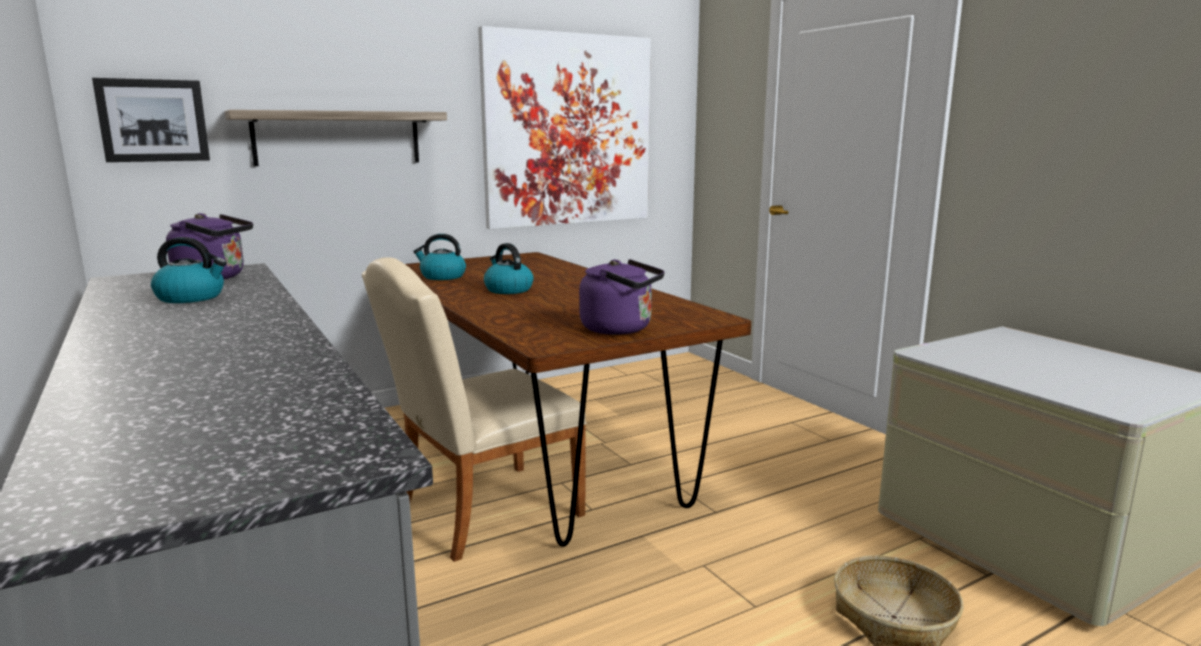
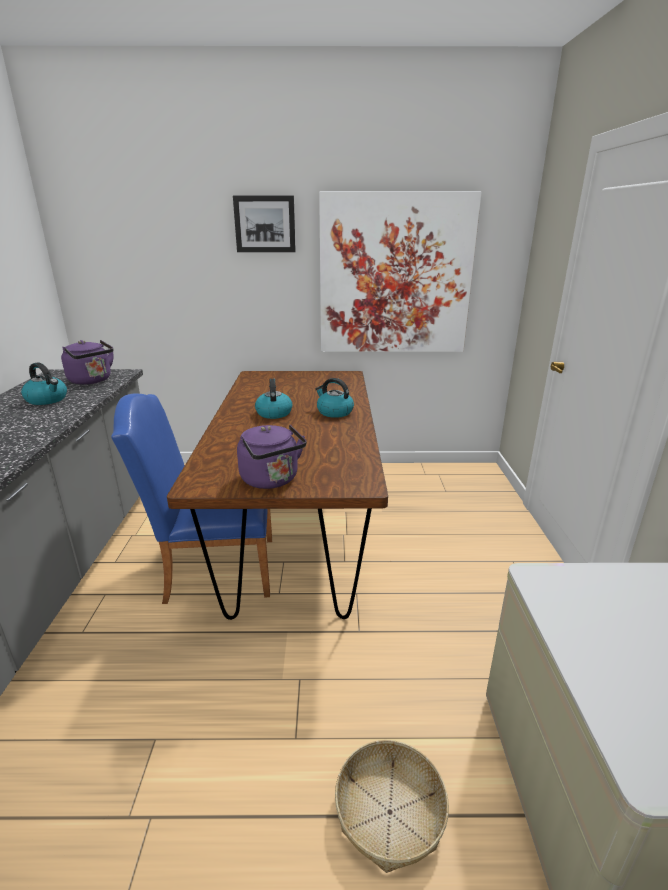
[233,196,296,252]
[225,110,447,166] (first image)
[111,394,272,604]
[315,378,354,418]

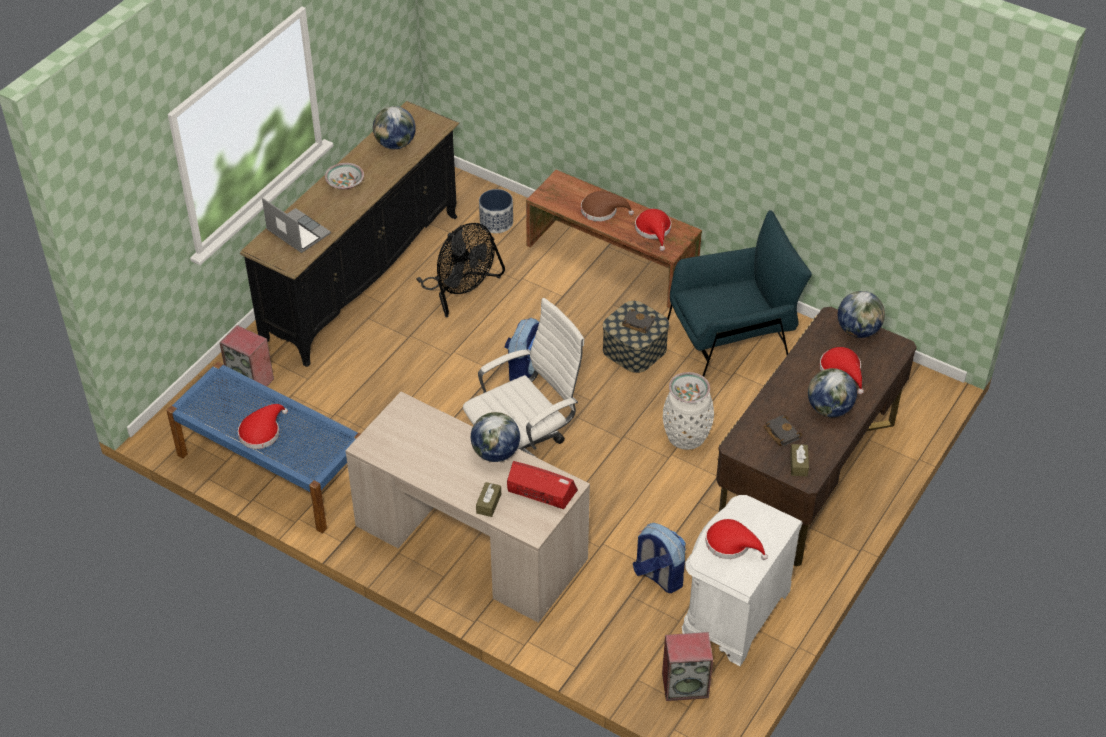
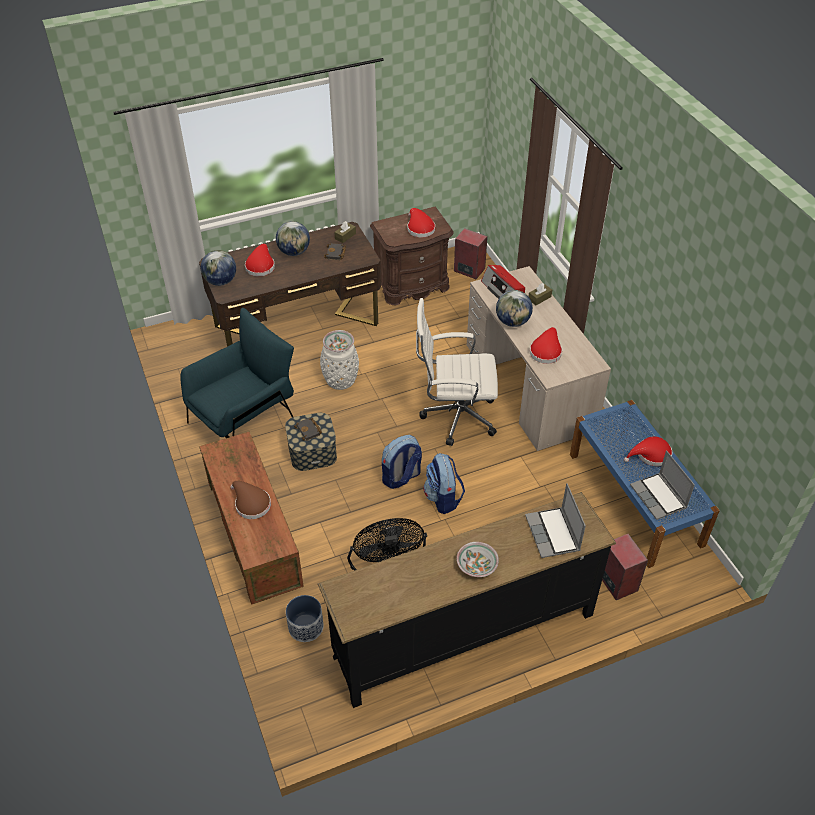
[373,106,416,149] (first image)
[424,453,465,514]
[530,327,562,364]
[180,308,294,438]
[370,207,454,306]
[630,450,695,520]

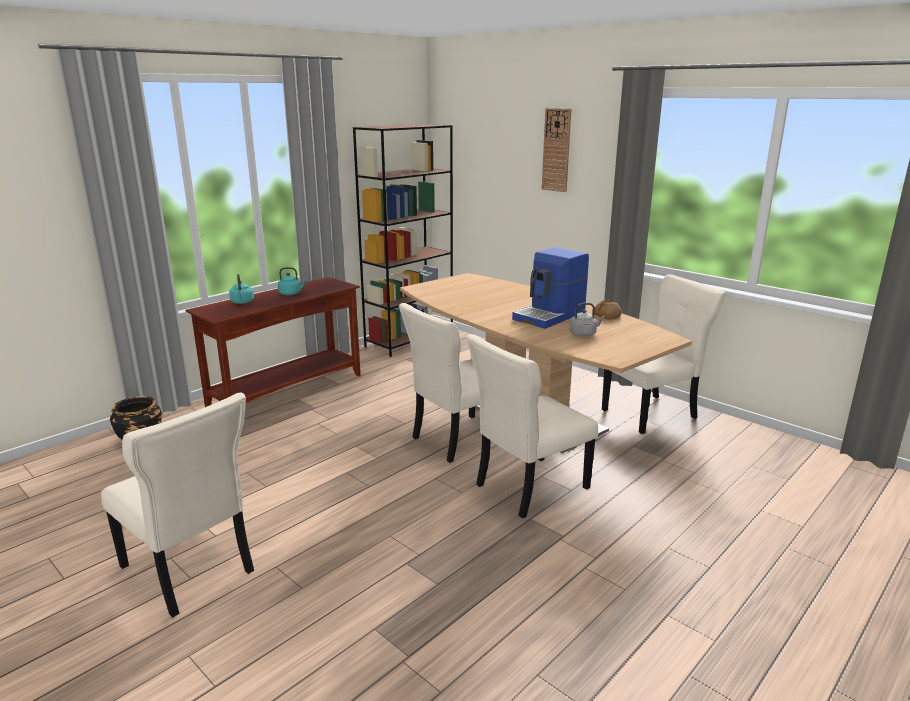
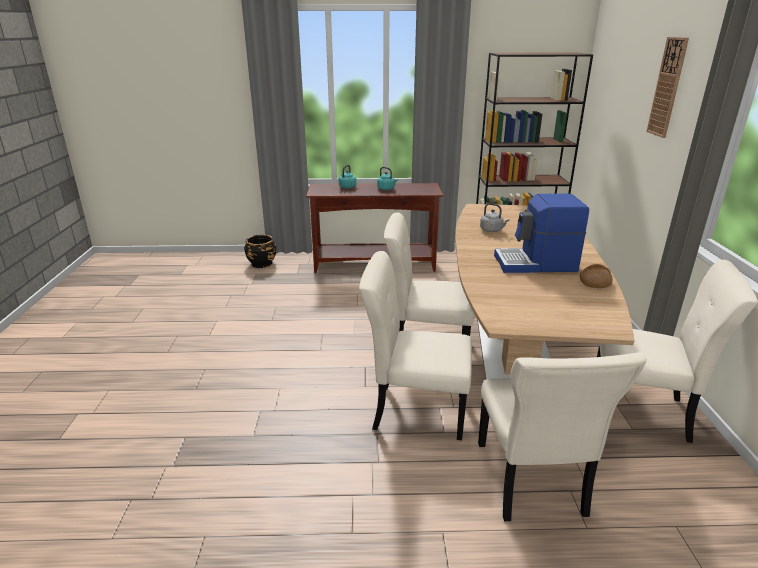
[478,353,647,521]
[480,203,509,232]

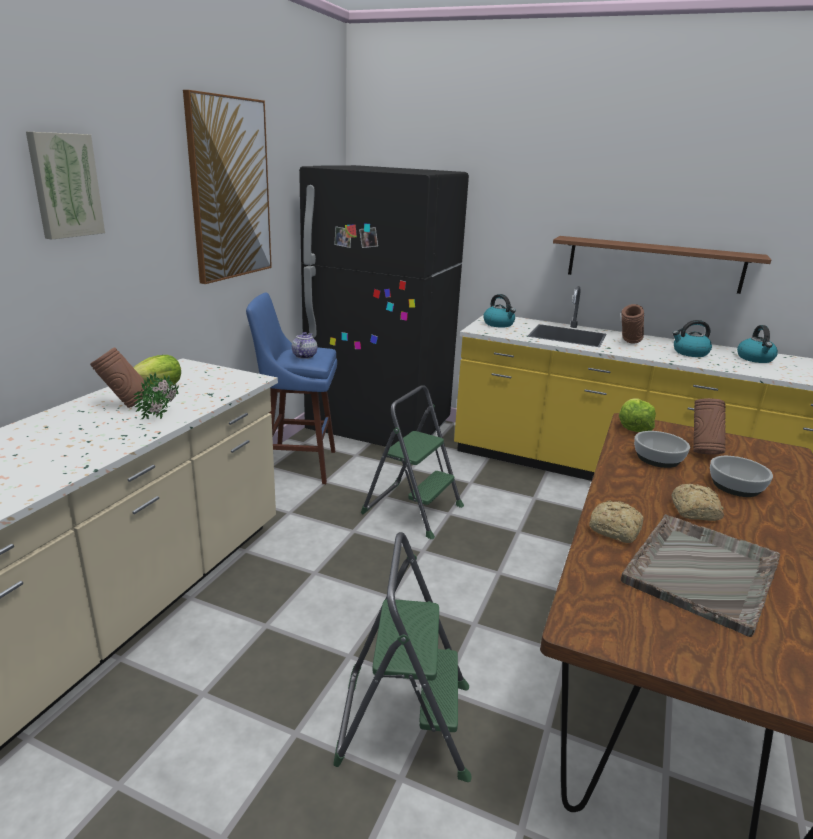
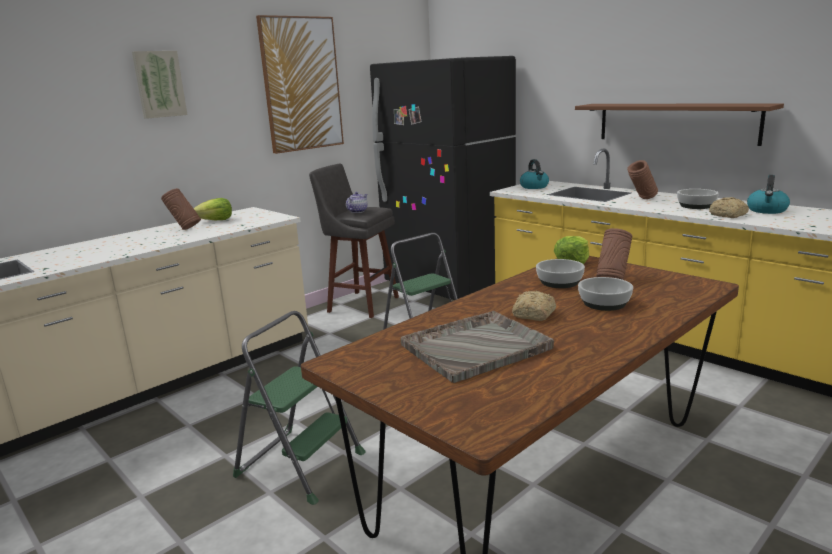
[134,373,179,420] (first image)
[309,164,399,318]
[709,197,749,218]
[677,189,719,209]

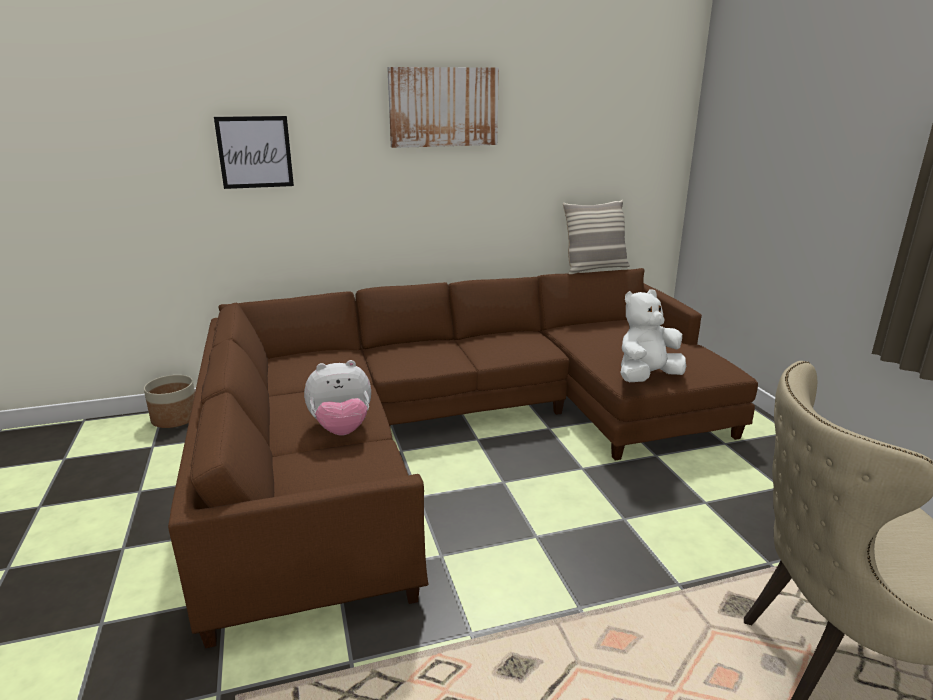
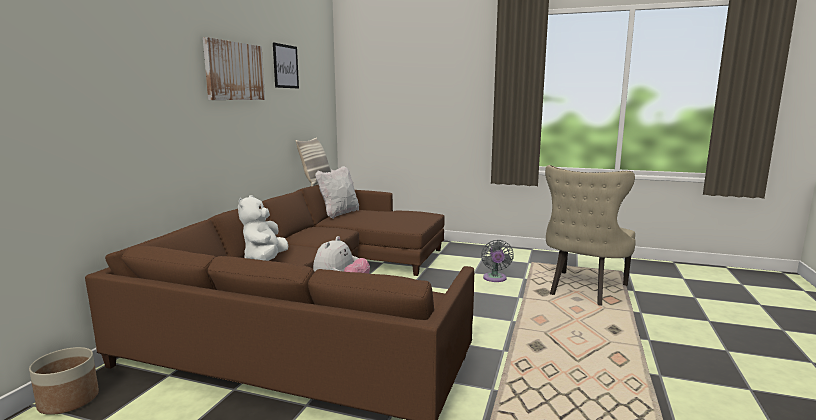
[273,43,299,88]
[238,195,289,261]
[315,166,359,219]
[481,240,514,282]

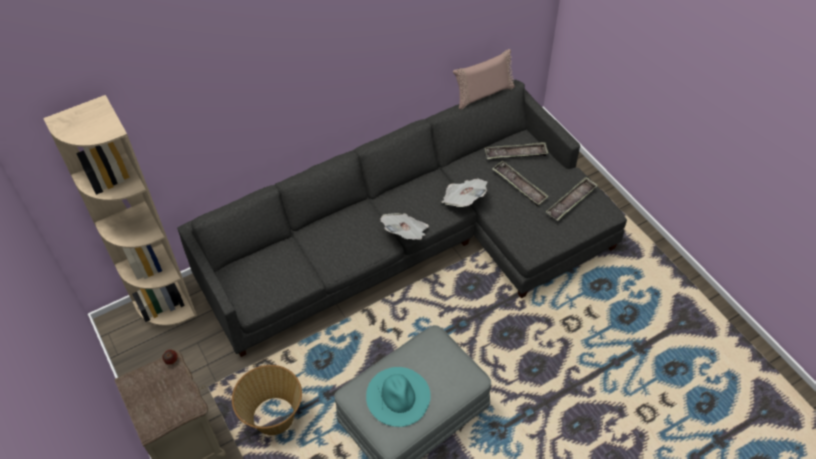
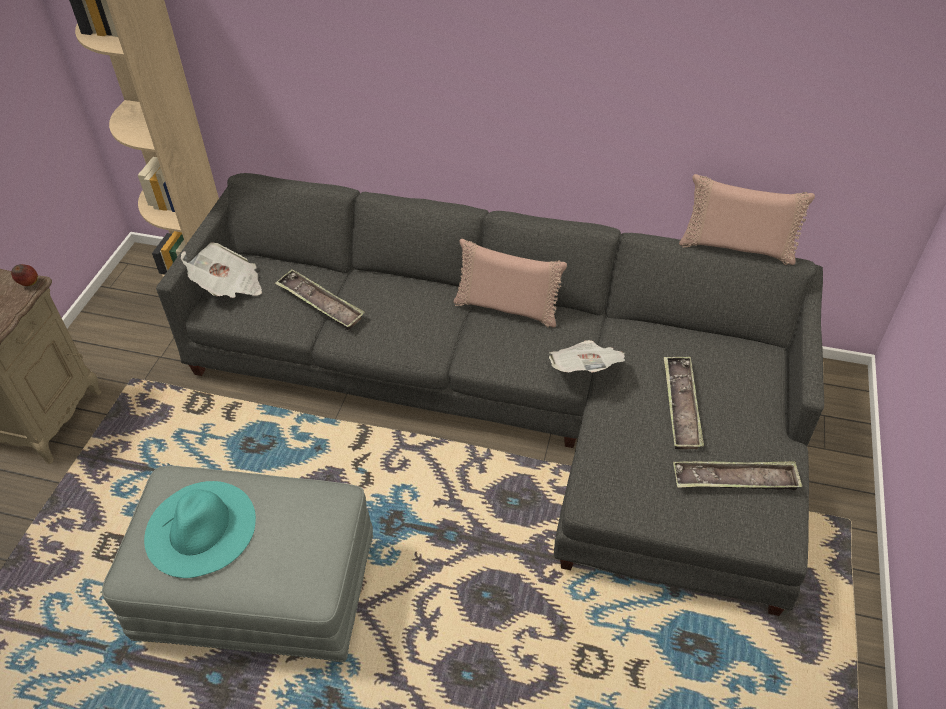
[232,365,302,435] (first image)
[181,243,262,298]
[275,269,365,330]
[454,239,567,327]

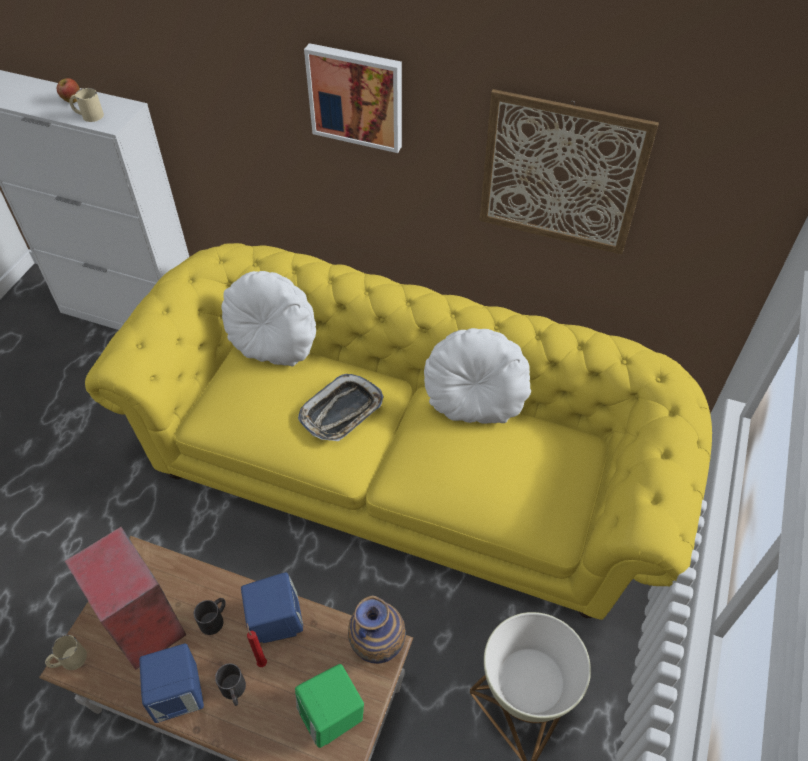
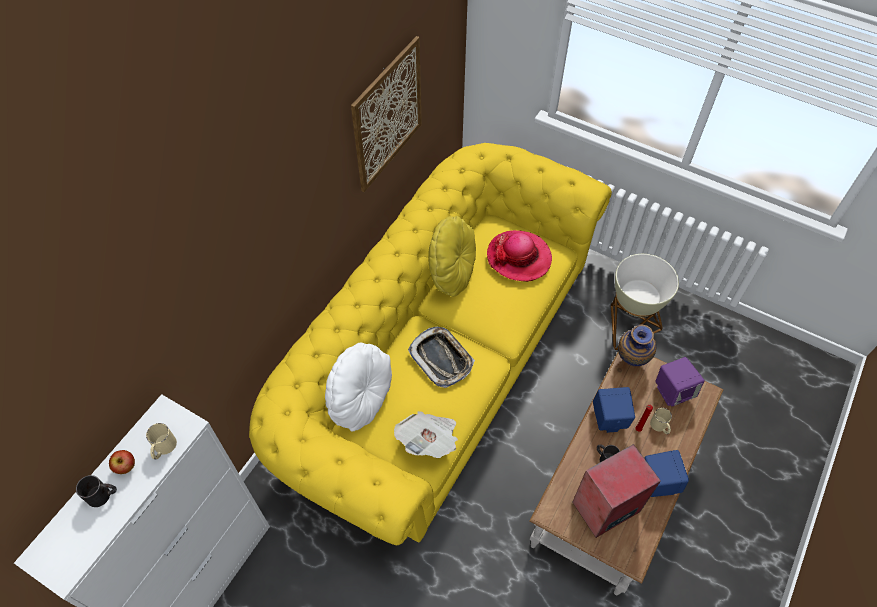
[650,408,672,434]
[76,475,117,507]
[656,357,704,406]
[304,43,402,153] (first image)
[429,216,476,297]
[394,411,458,458]
[487,230,552,282]

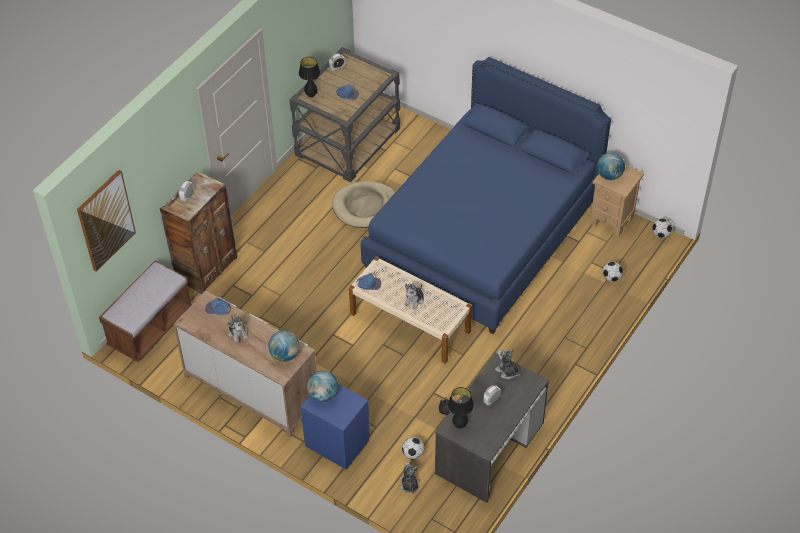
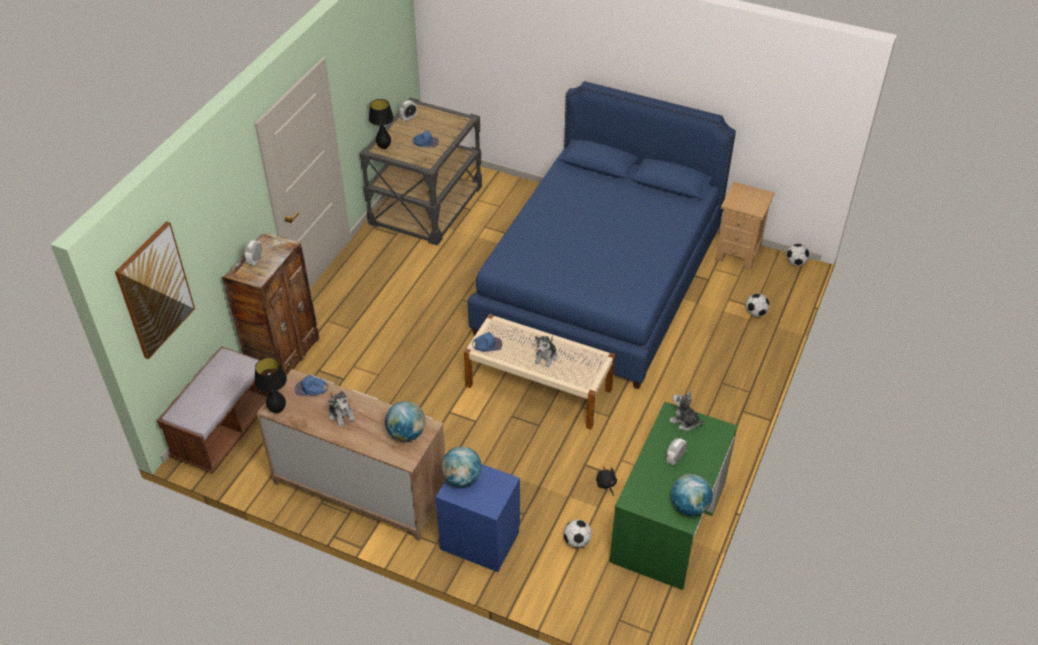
[332,181,395,228] (first image)
[400,462,419,494] (first image)
[610,401,737,590]
[255,357,287,413]
[671,474,713,516]

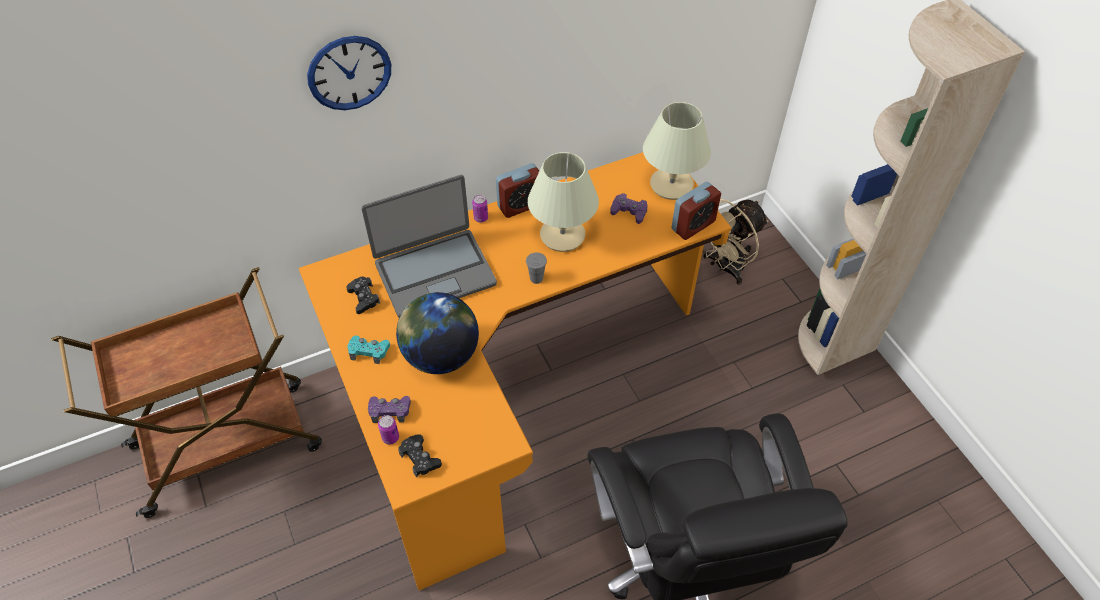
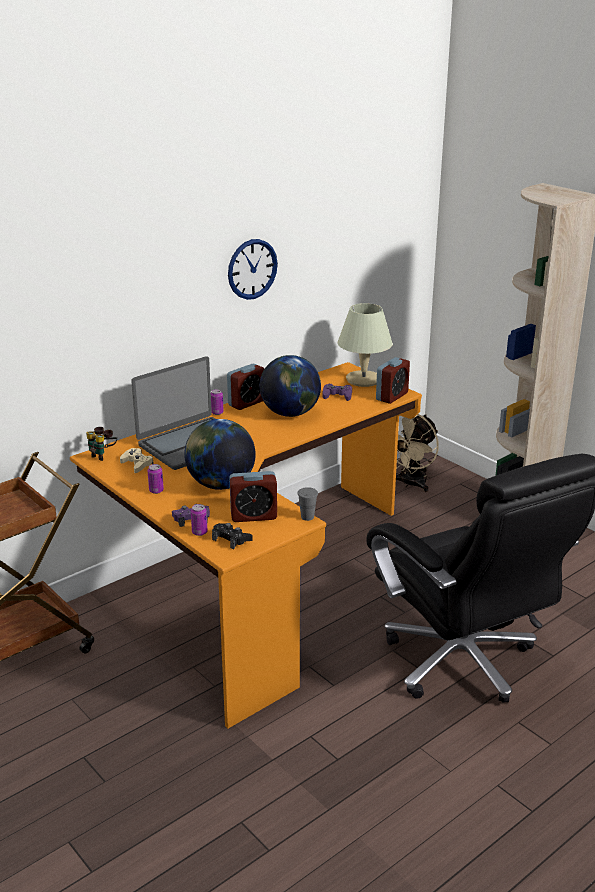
[228,239,278,300]
[120,448,154,473]
[148,464,164,494]
[297,487,318,521]
[259,355,321,417]
[86,427,117,461]
[229,471,277,522]

